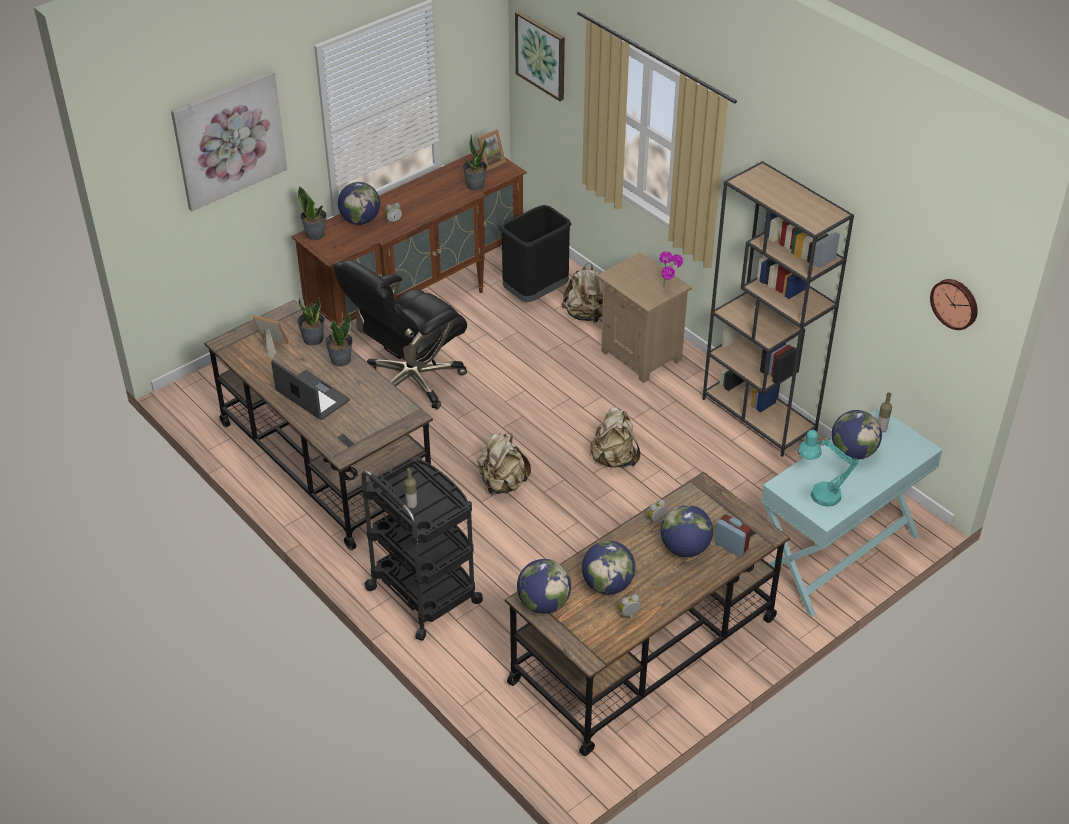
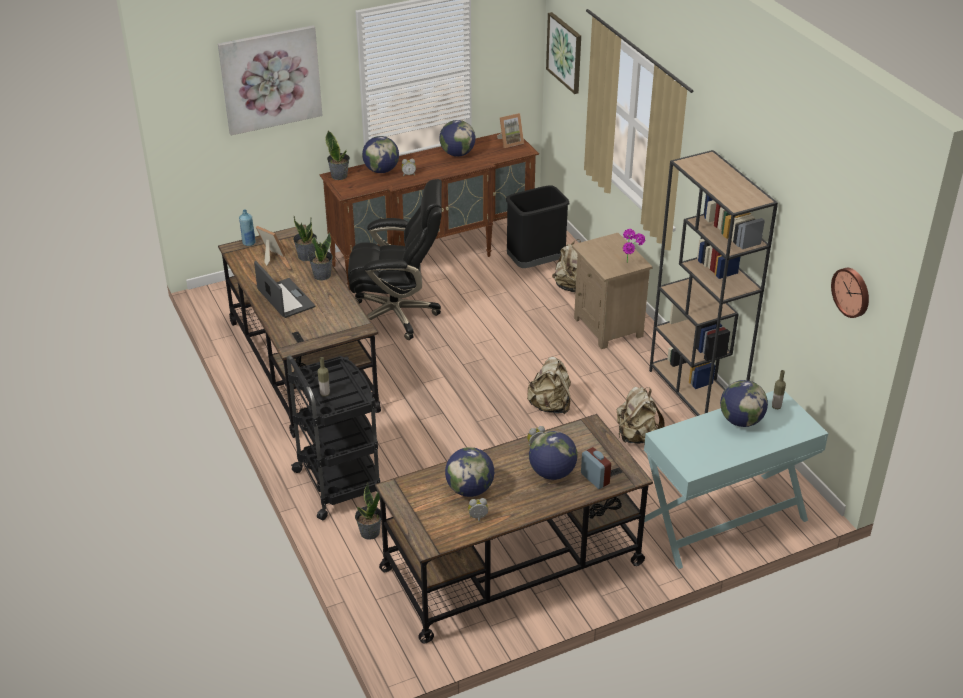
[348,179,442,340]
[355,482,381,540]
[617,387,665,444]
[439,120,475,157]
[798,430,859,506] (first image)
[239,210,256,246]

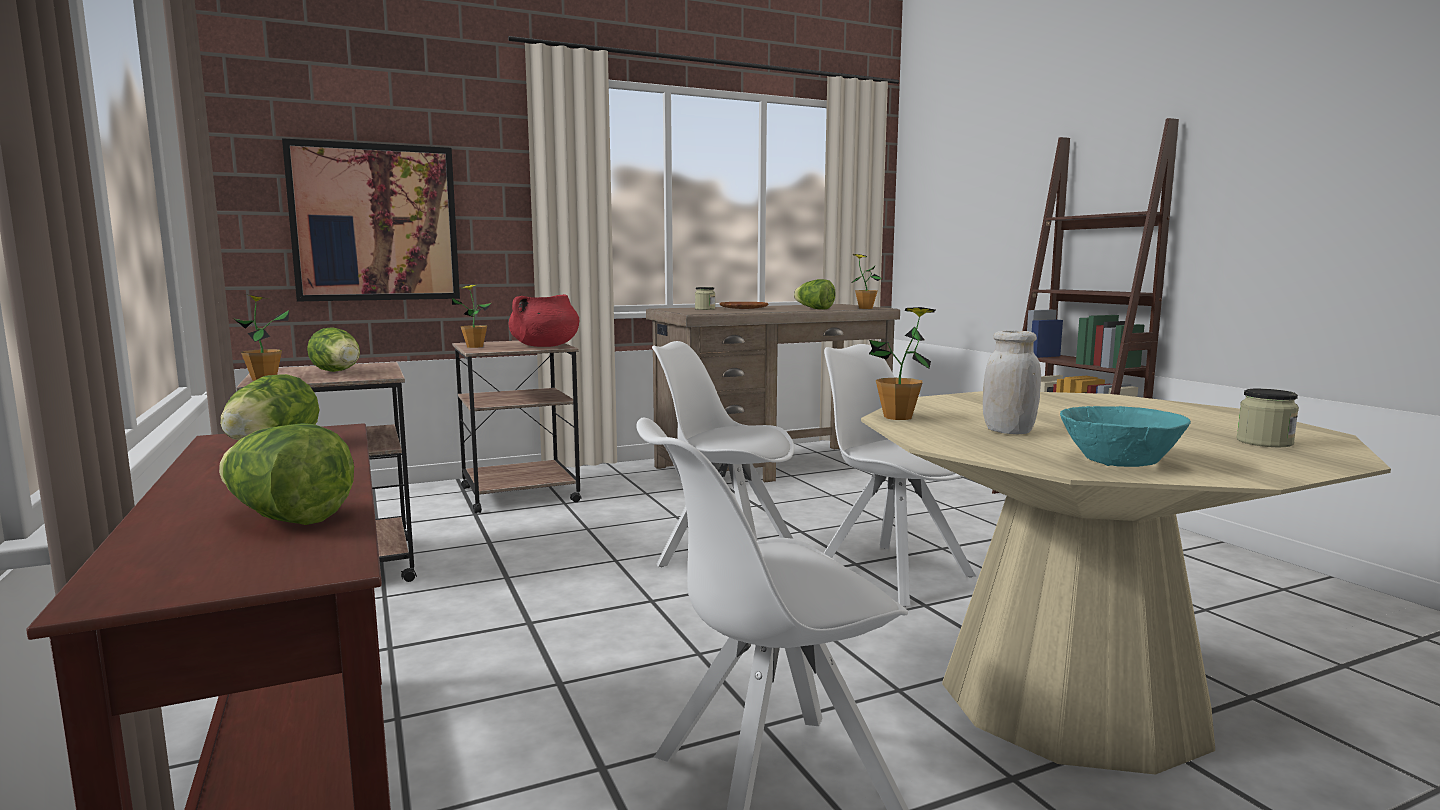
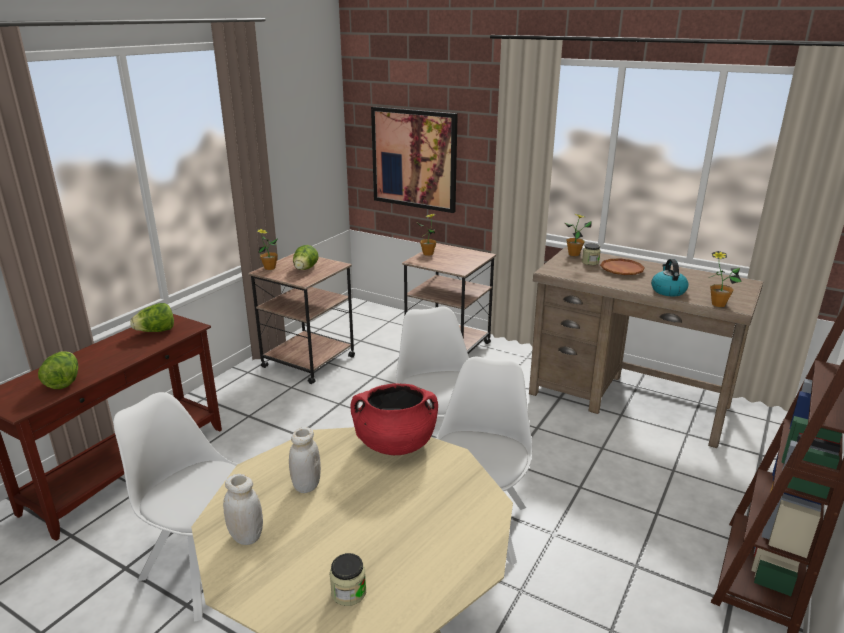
[350,383,438,455]
[651,259,689,296]
[565,214,592,256]
[223,474,263,545]

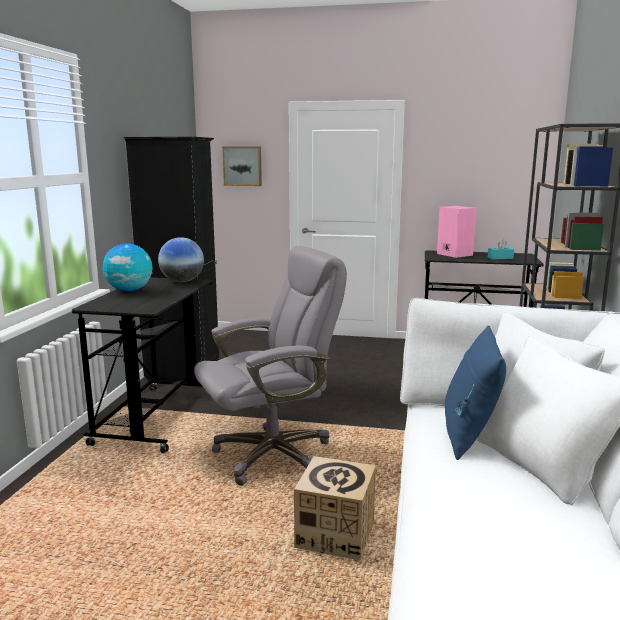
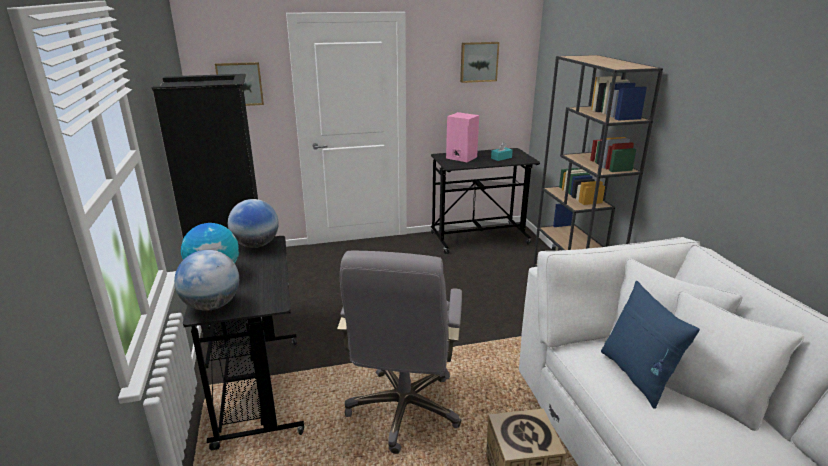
[337,250,462,454]
[174,250,239,311]
[460,42,499,83]

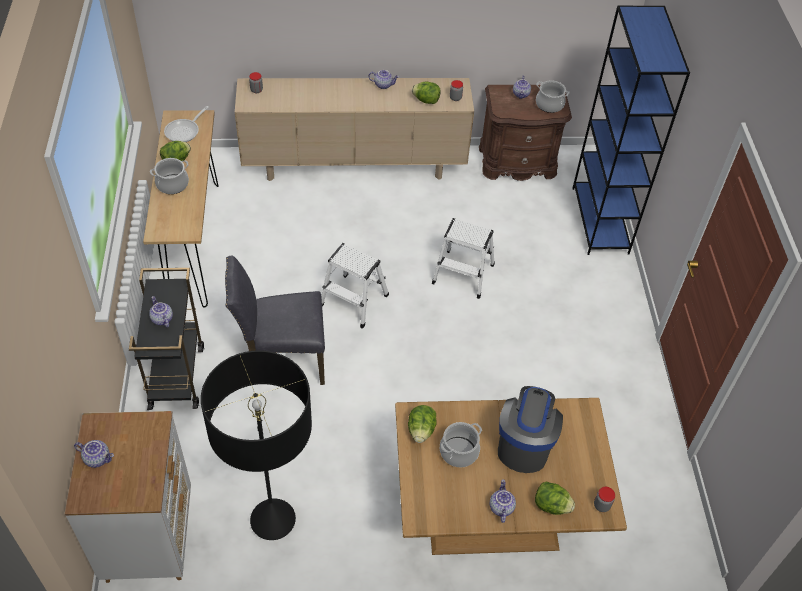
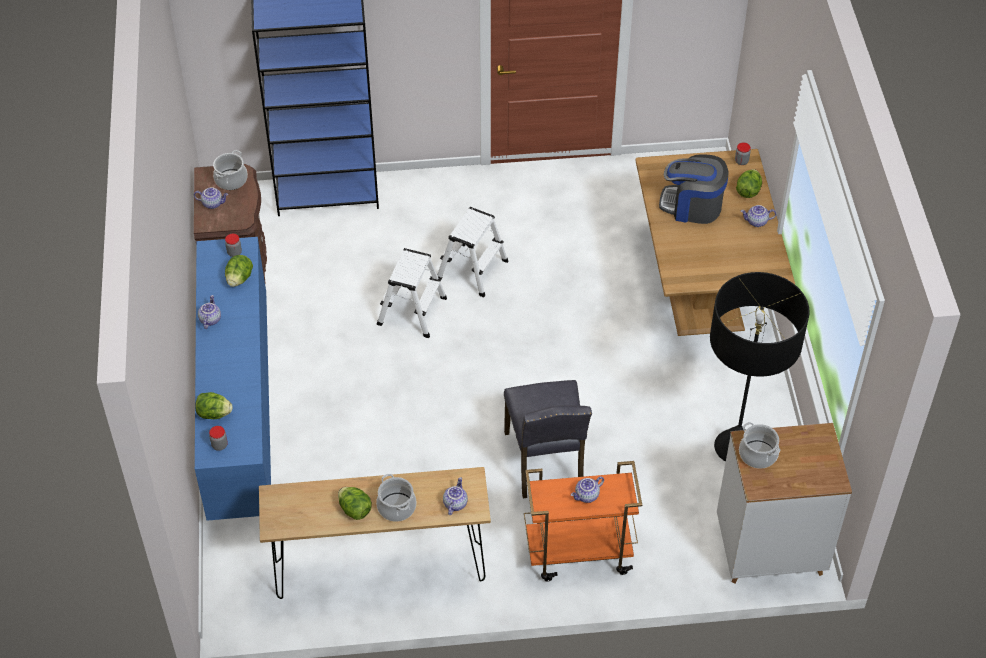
[443,477,468,515]
[524,461,642,582]
[164,106,209,142] (first image)
[195,237,271,521]
[437,207,508,297]
[195,392,233,419]
[739,422,780,469]

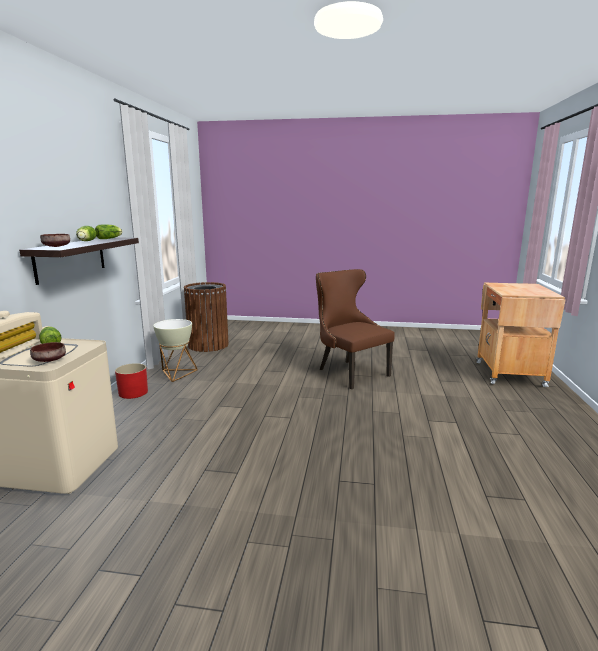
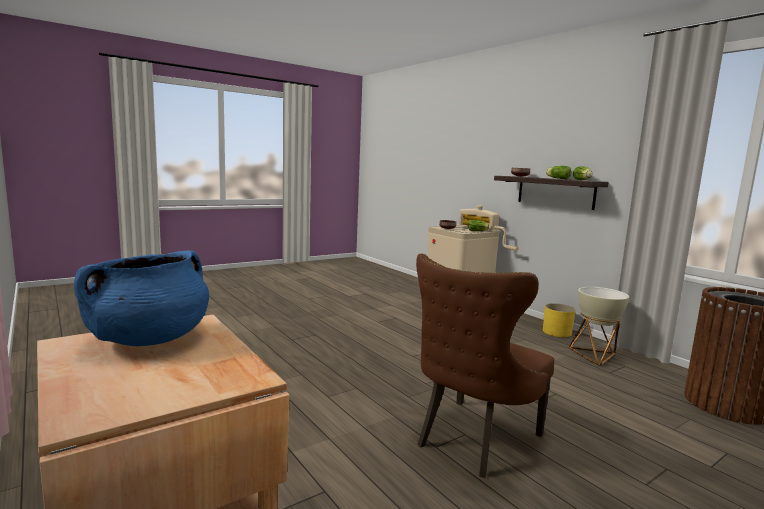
[543,303,576,337]
[416,253,554,478]
[74,251,209,346]

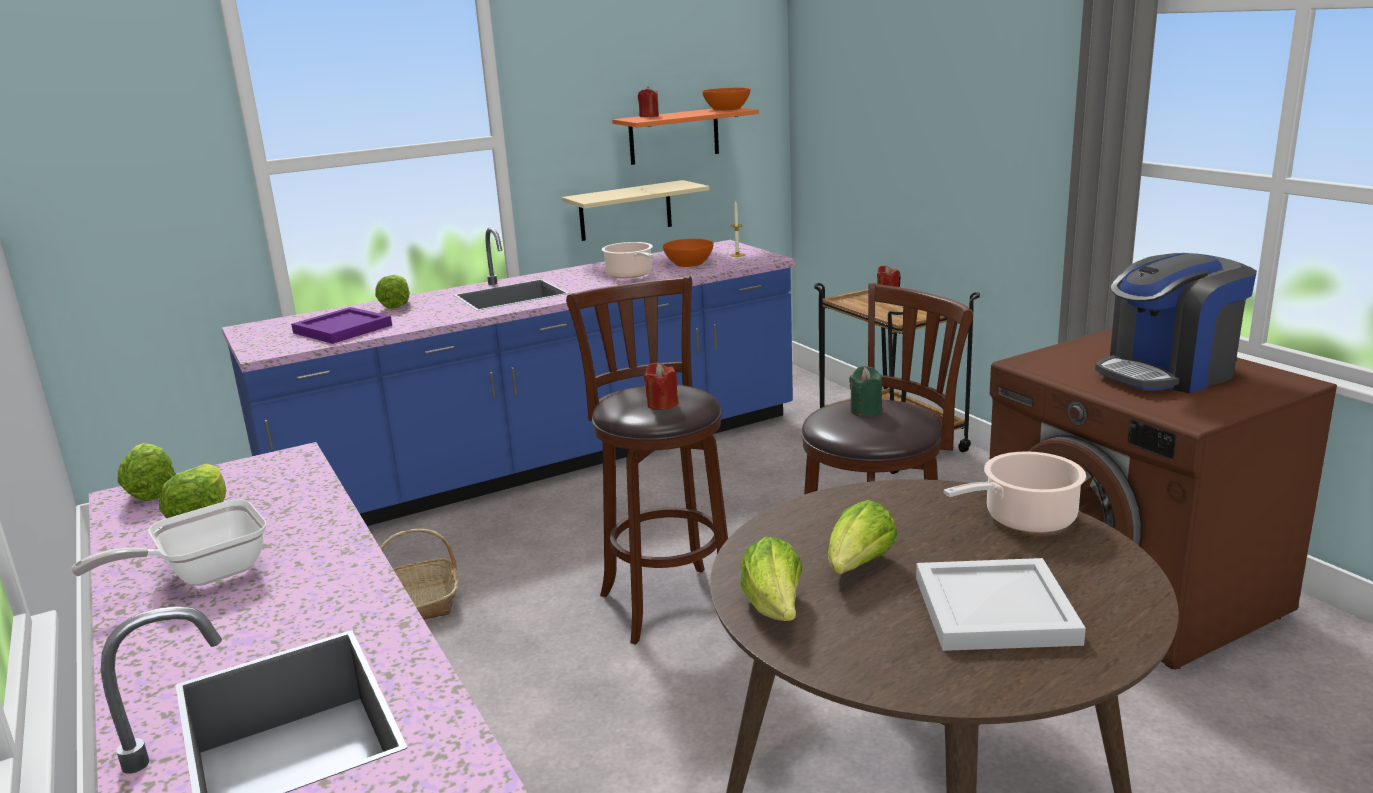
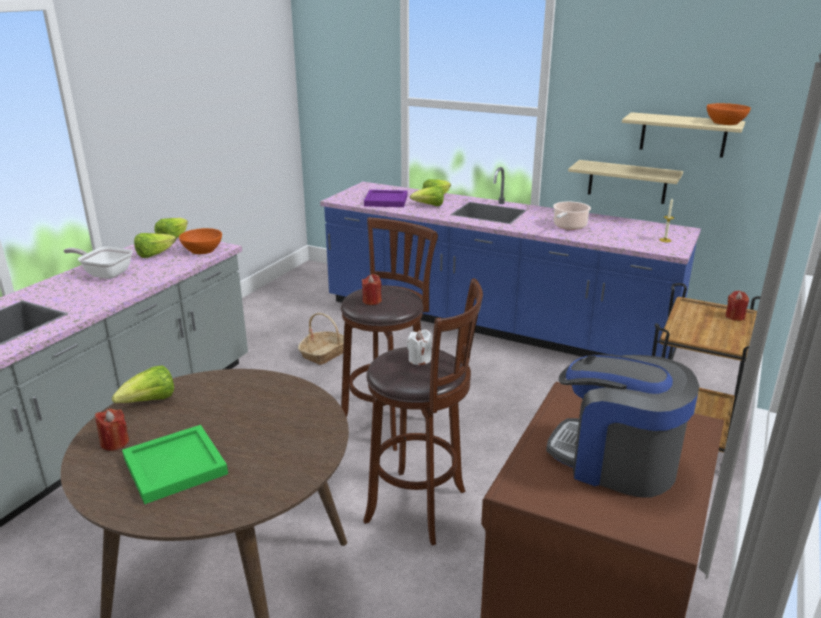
[622,112,745,158]
[95,409,129,451]
[179,228,222,254]
[410,186,444,206]
[407,329,432,366]
[122,425,228,504]
[943,451,1086,533] (first image)

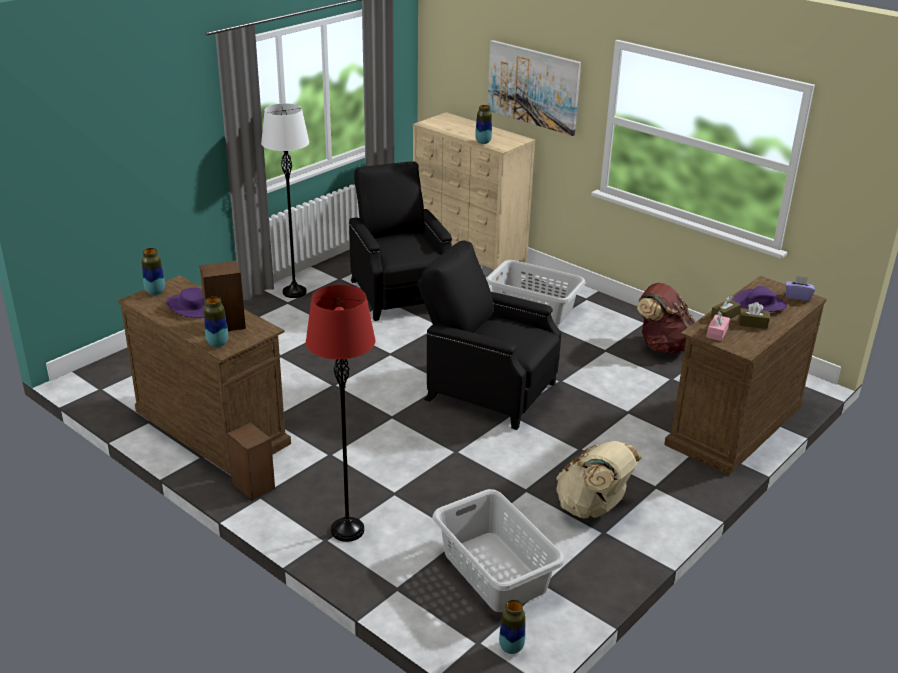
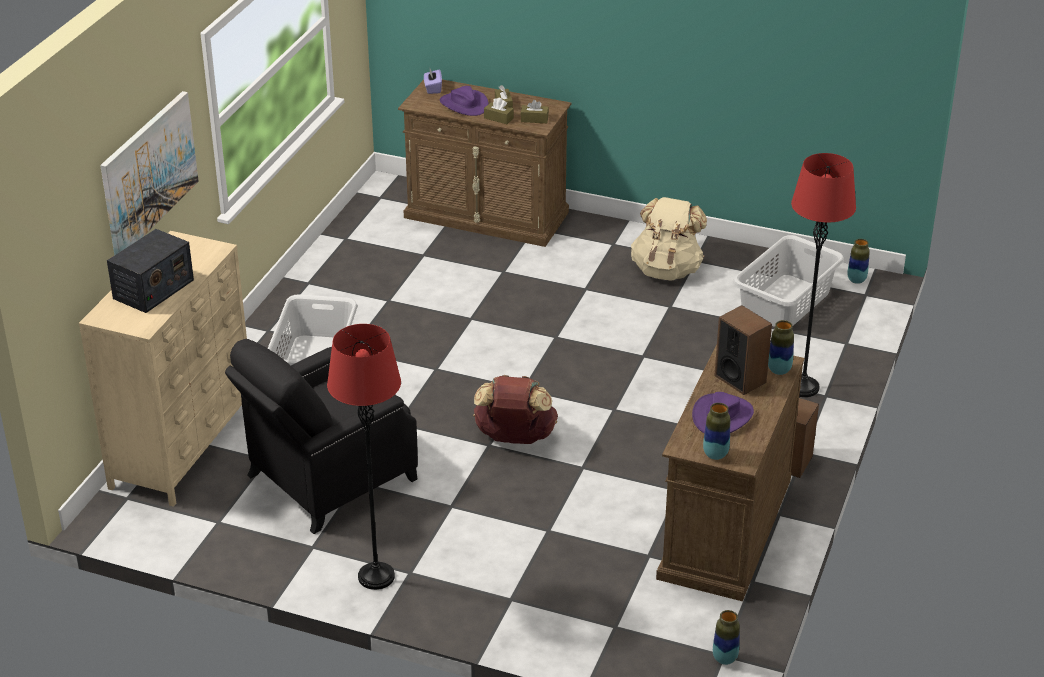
[327,324,401,590]
[417,240,561,430] (first image)
[713,610,740,665]
[473,375,558,444]
[520,100,549,123]
[107,229,194,313]

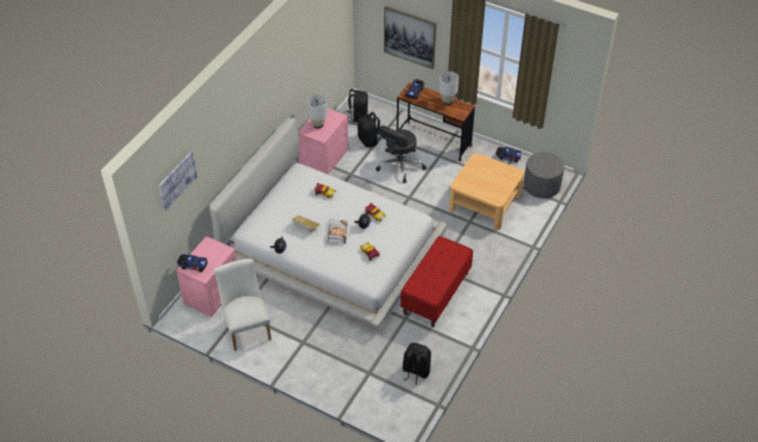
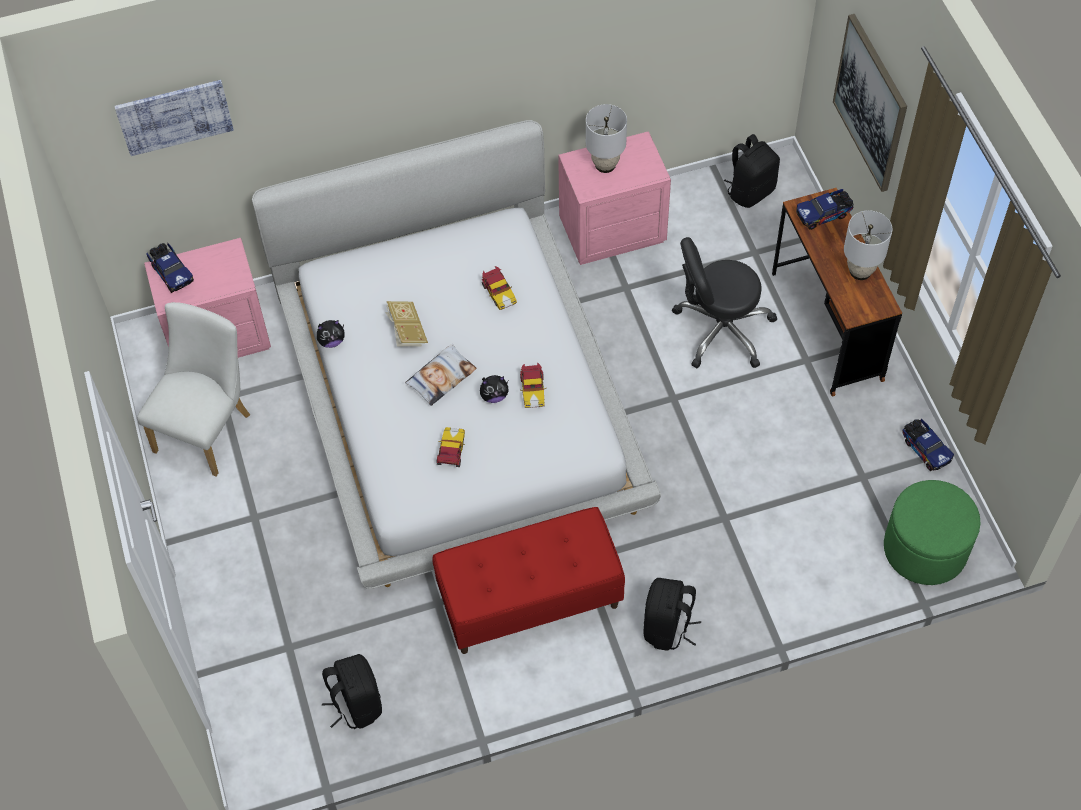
[644,578,701,651]
[449,153,524,230] (first image)
[884,480,981,585]

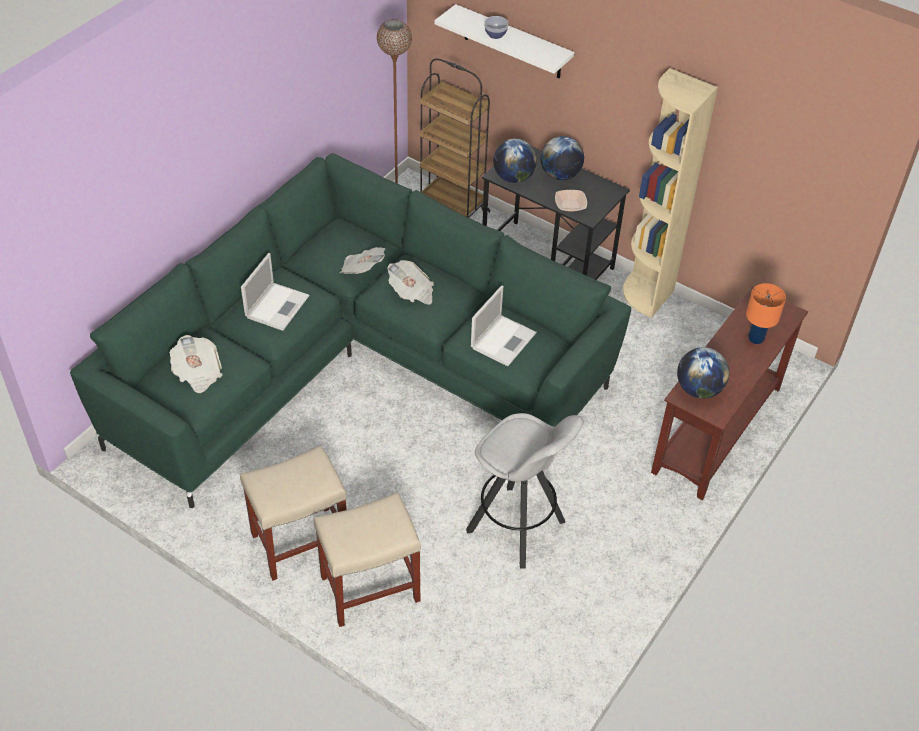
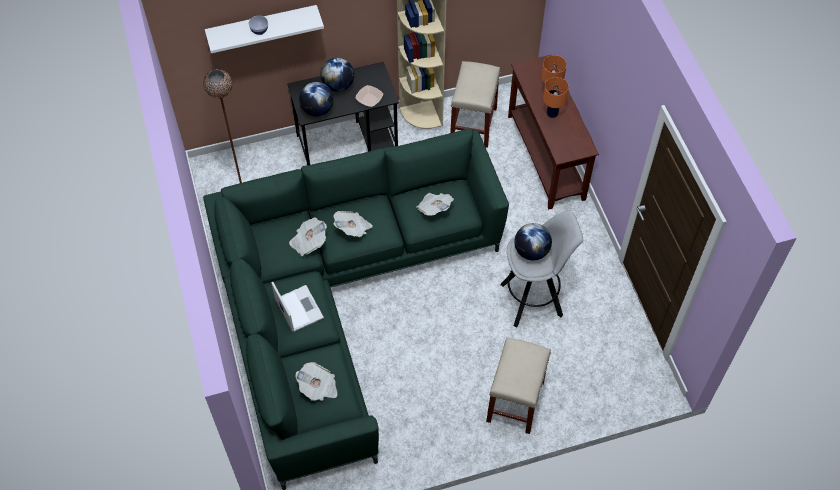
[450,61,500,148]
[420,58,490,218] (first image)
[416,193,454,216]
[514,223,552,260]
[543,77,569,118]

